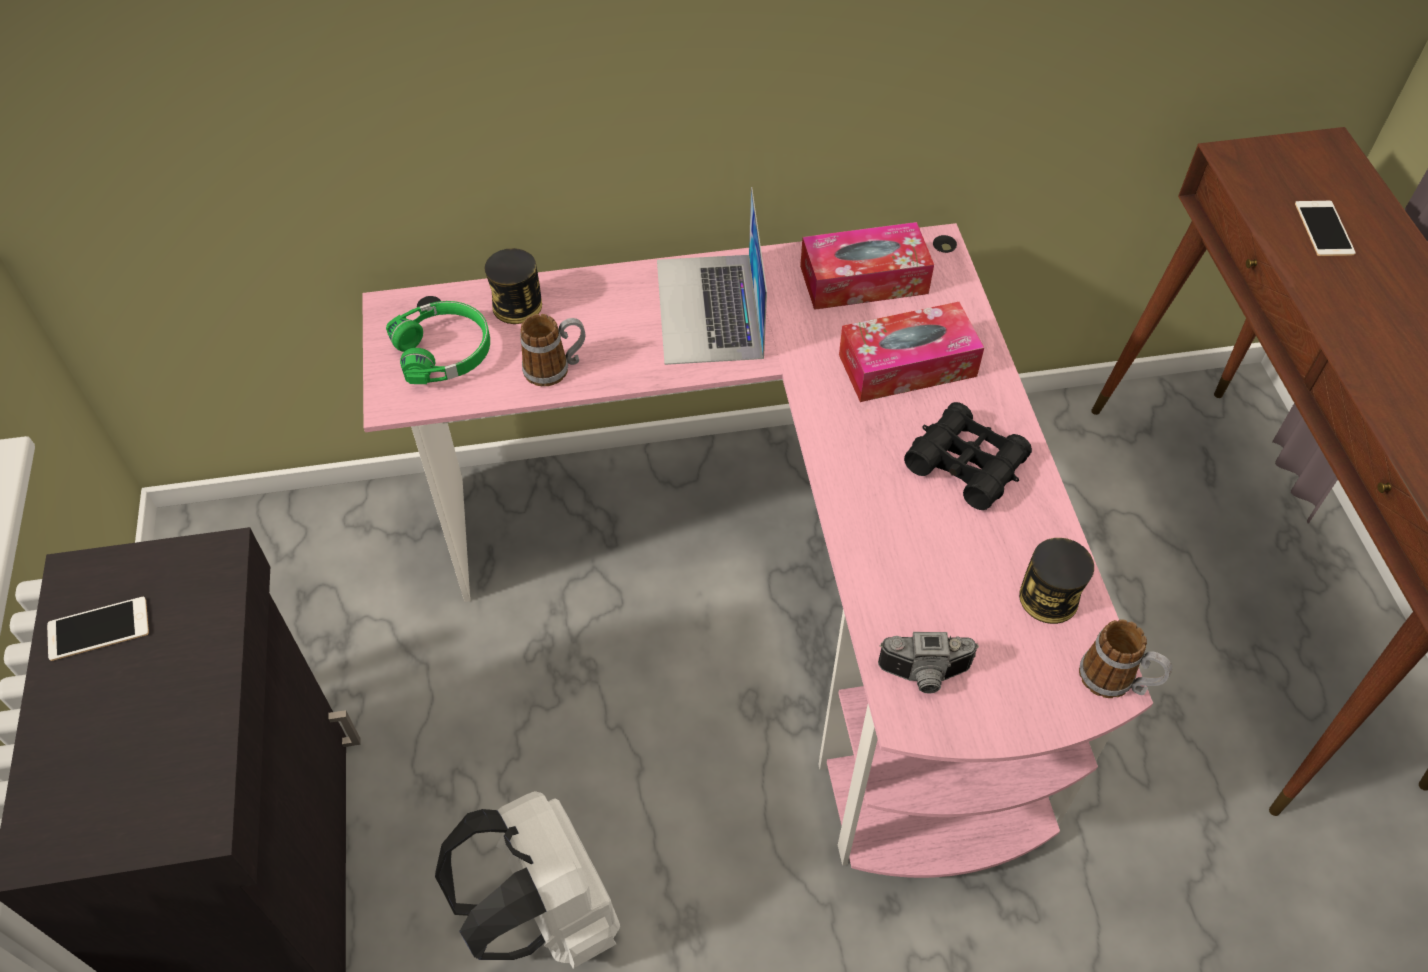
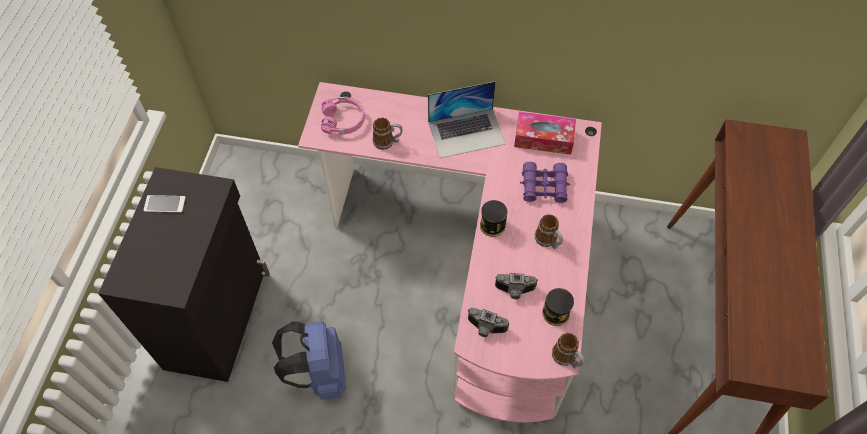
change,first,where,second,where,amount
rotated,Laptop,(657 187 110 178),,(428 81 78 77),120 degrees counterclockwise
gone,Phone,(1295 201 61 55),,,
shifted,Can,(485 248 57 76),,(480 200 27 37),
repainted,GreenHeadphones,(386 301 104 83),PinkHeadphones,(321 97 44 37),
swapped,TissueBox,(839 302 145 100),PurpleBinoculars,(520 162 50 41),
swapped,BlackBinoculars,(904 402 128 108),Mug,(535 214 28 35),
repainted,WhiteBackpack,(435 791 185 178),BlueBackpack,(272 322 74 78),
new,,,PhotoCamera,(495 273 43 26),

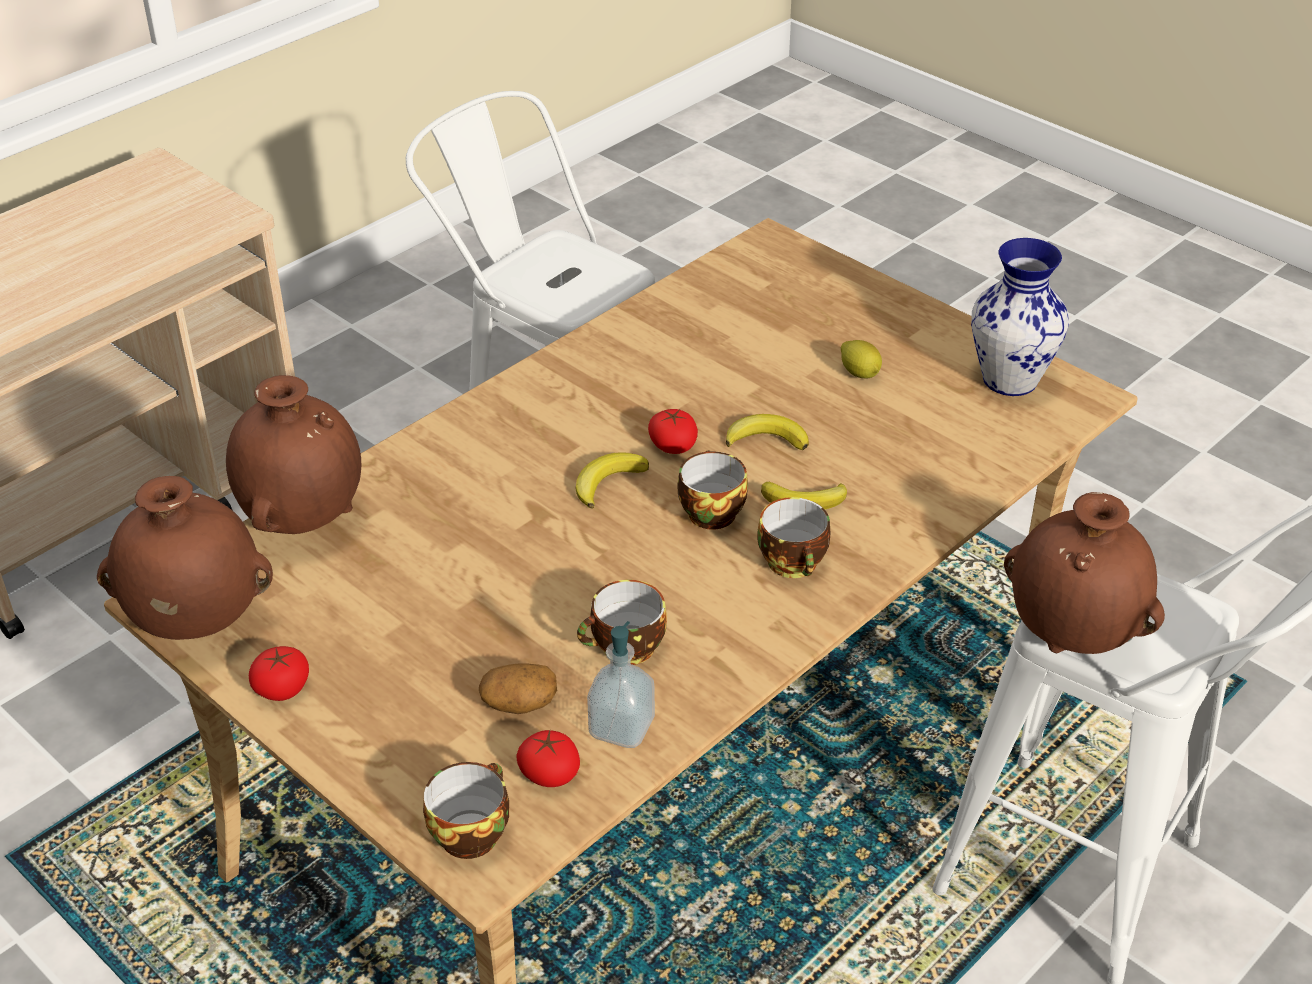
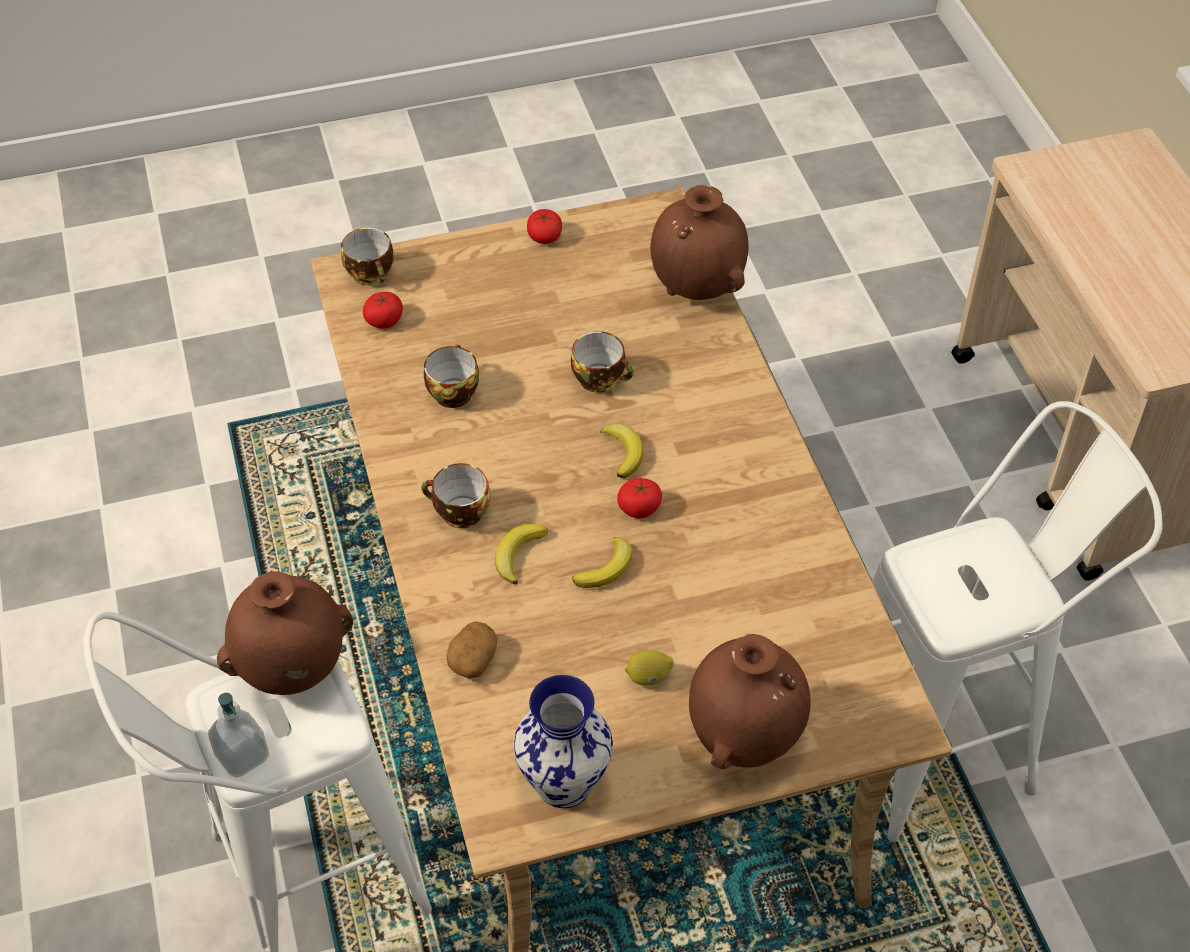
change,first,where,second,where,amount
shifted,Cup,(677 450 71 80),,(571 331 63 62),
shifted,BrownVase,(97 476 176 164),,(689 634 121 135),
shifted,SoapDispenser,(587 621 68 127),,(208 693 61 85),
shifted,Potato,(479 664 78 50),,(447 621 50 57),

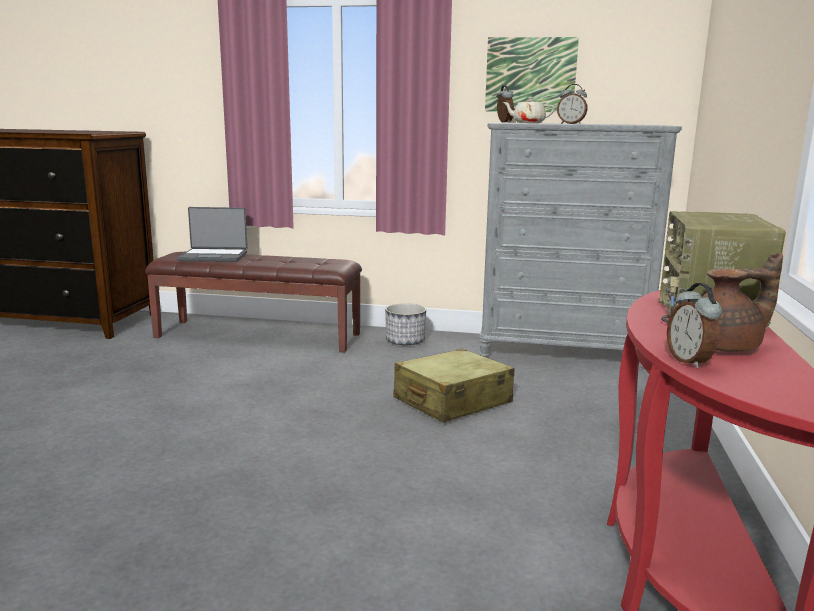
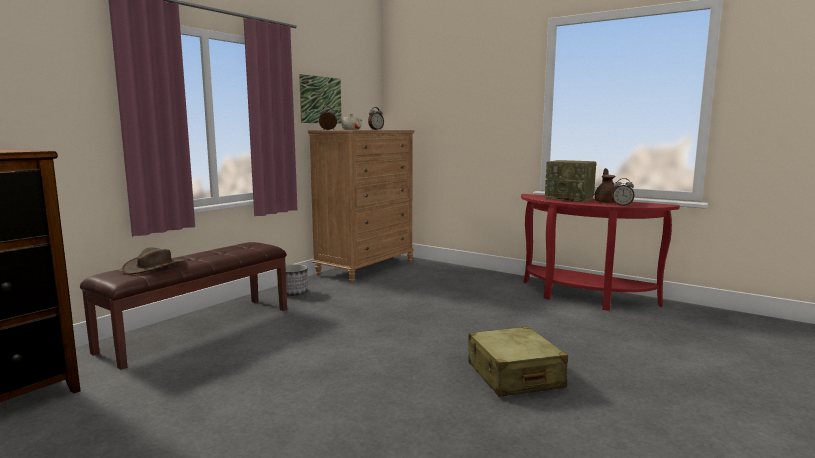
change,first,where,second,where,amount
repainted,GreyDresser,(479 122 203 250),BrownDresser,(308 130 107 153),
swapped,Laptop,(178 207 70 55),BrownHat,(122 247 64 27),
shifted,BeigeSuitcase,(394 348 120 75),,(468 326 100 71),

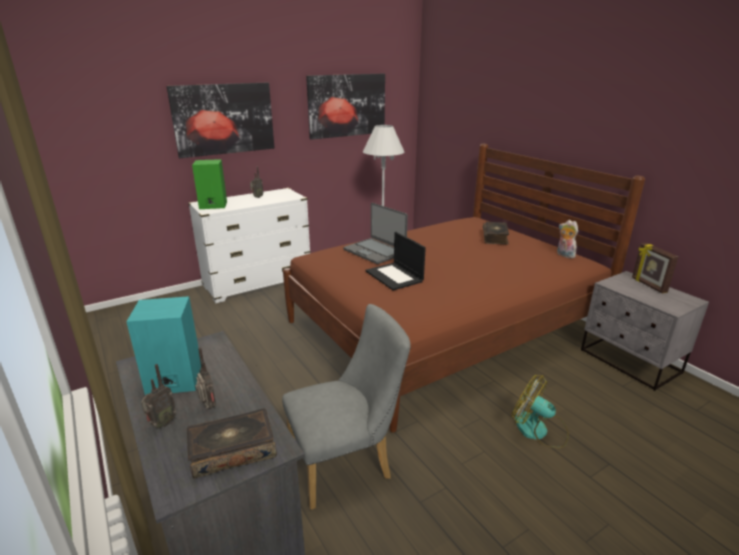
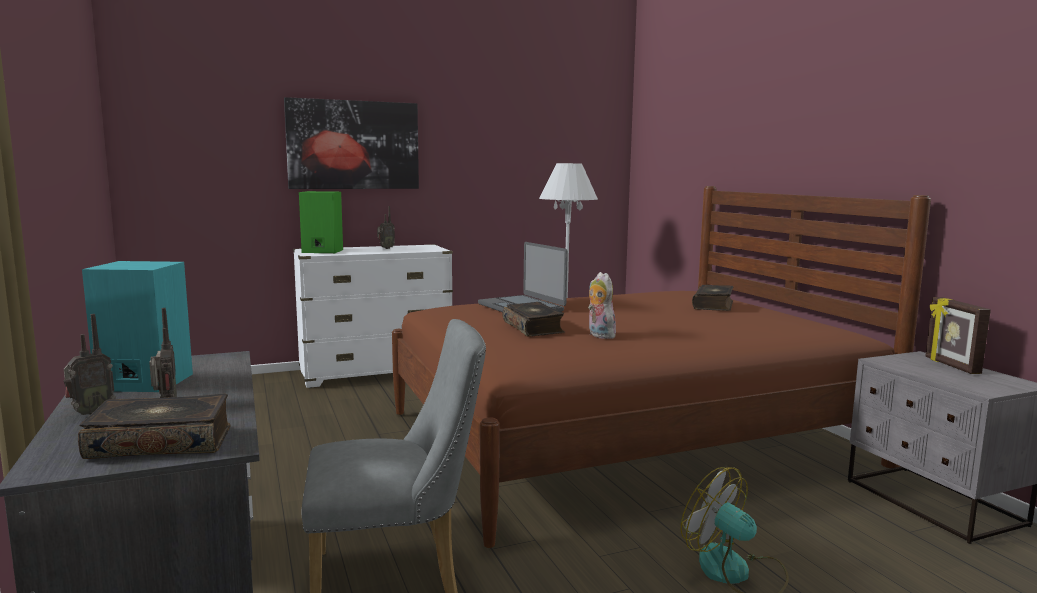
change,first,where,second,where,amount
gone,Picture,(306 74 79 66),,,
shifted,PlushToy,(557 220 21 38),,(588 272 29 67),
swapped,Laptop,(365 232 61 58),Book,(502 302 63 35),

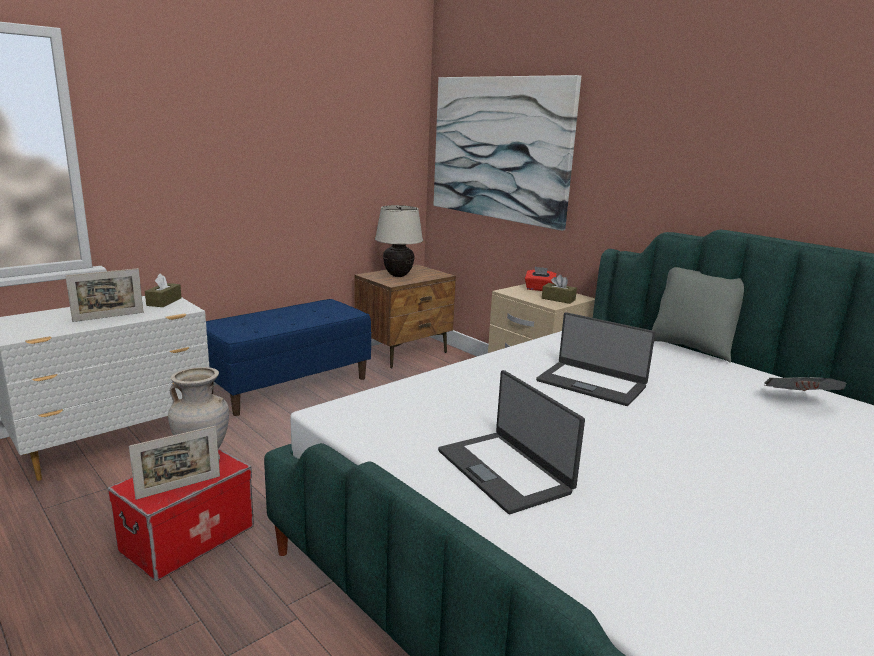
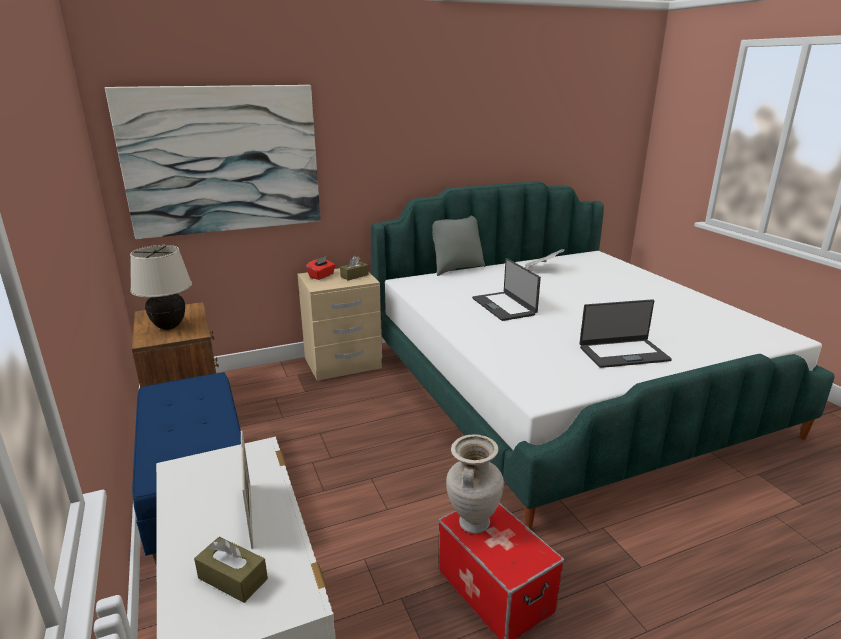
change,first,where,second,where,amount
shifted,BrownTissueBox,(145 273 37 34),,(194 537 74 66),
rotated,Laptop,(536 312 119 94),,(472 258 69 63),105 degrees clockwise
gone,PictureFrame,(129 426 91 74),,,

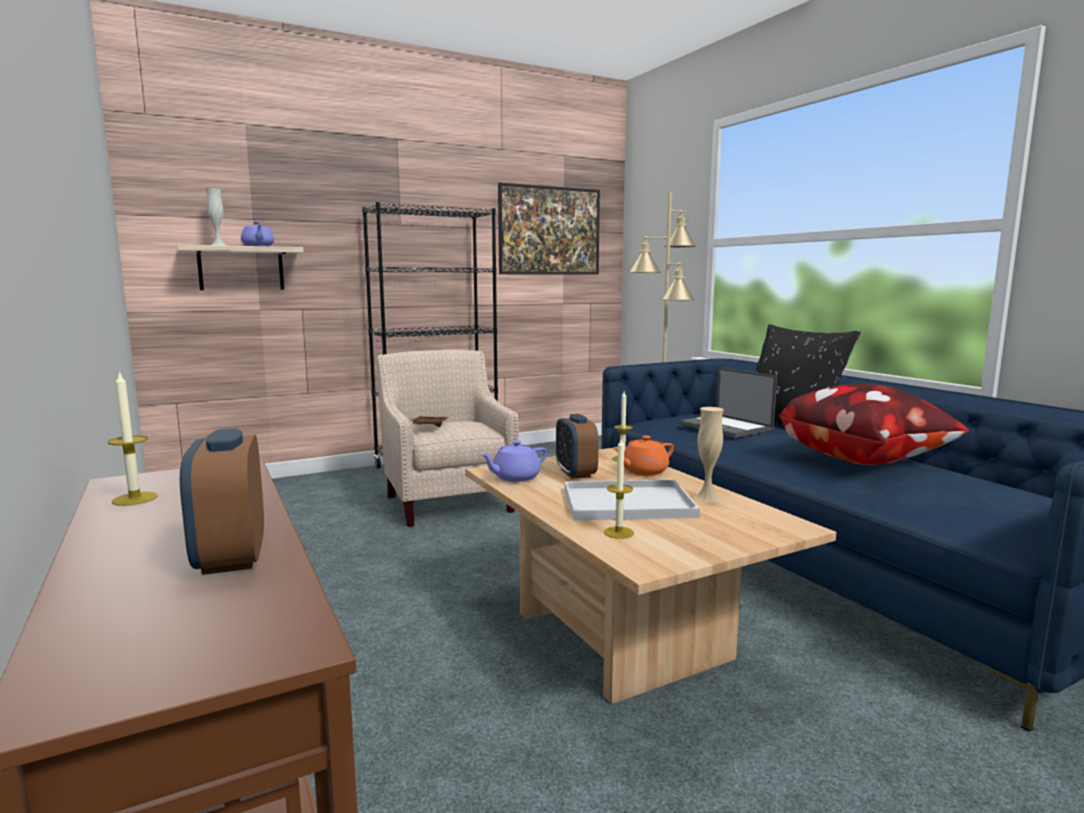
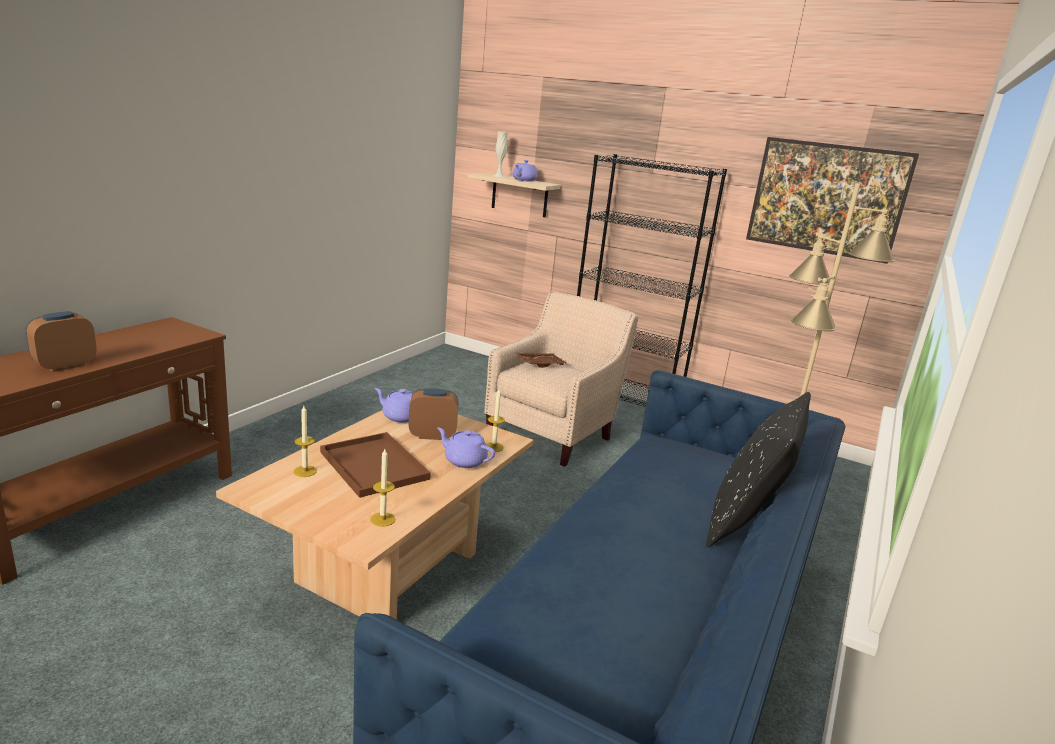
change,first,where,second,where,amount
gone,Laptop,(678 367 99 71),,,
shifted,Candle,(108 371 50 135),,(370 449 25 78),
gone,Pillow,(779 384 190 81),,,
gone,BeigeVase,(694 407 30 96),,,
rotated,AlarmClock,(556 414 43 65),,(409 389 49 51),45 degrees clockwise
repainted,OrangeTeapot,(613 435 61 41),PurpleTeapot,(437 427 58 41),
repainted,WhiteTray,(565 480 135 40),BrownTray,(320 432 111 66),

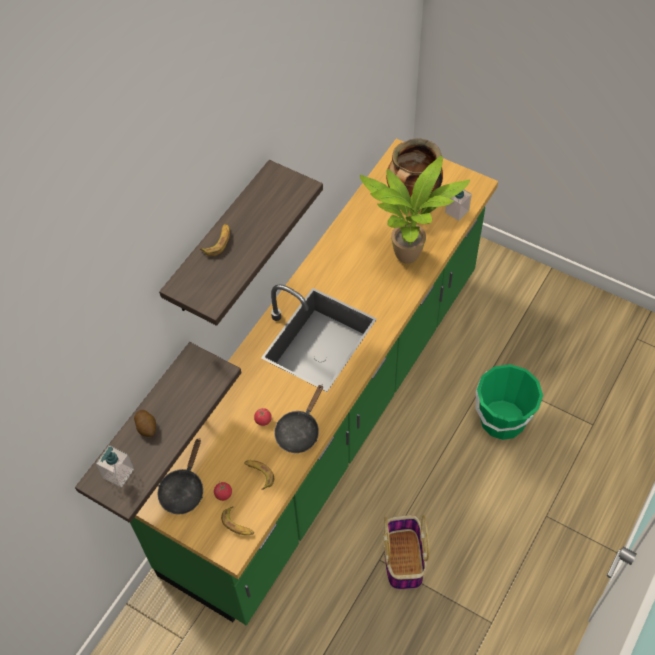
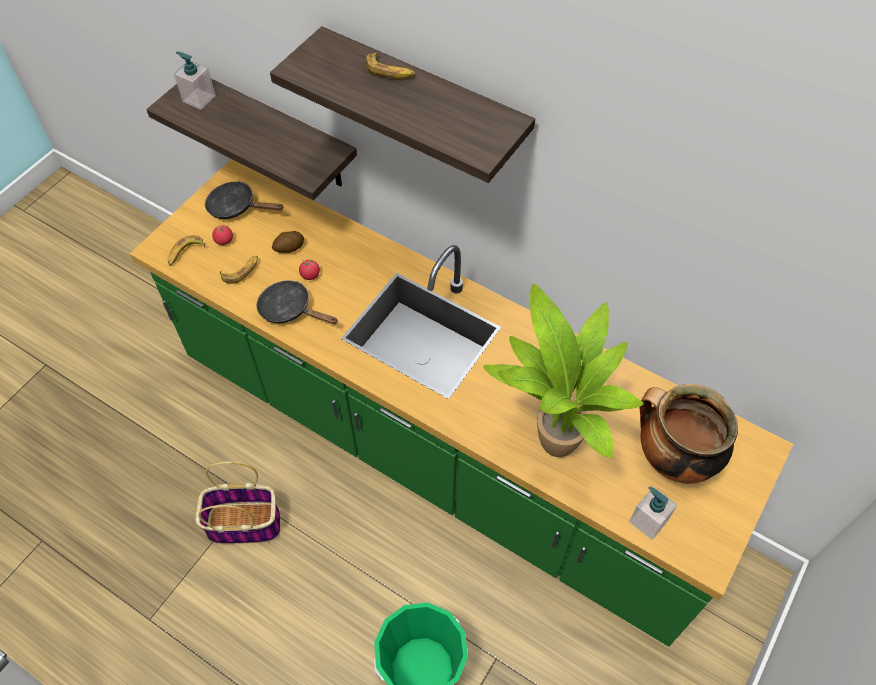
change,first,where,second,where,amount
shifted,Potato,(134 410 22 27),,(272 231 32 22),

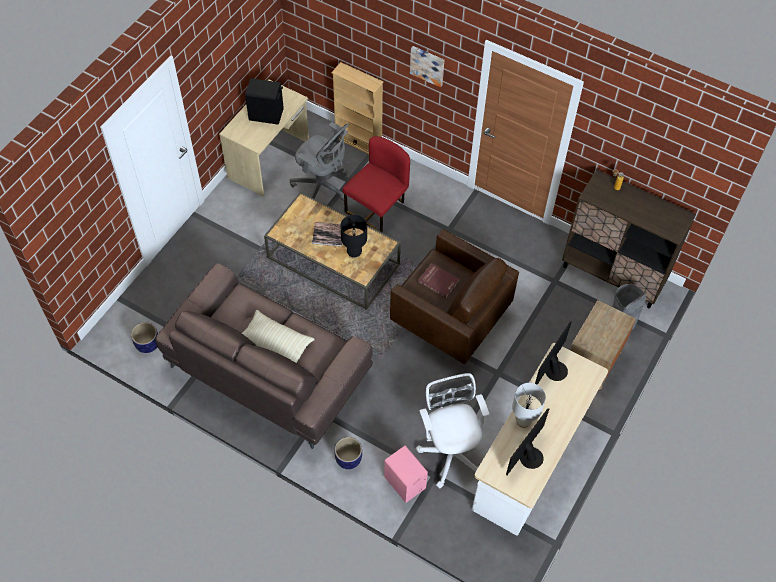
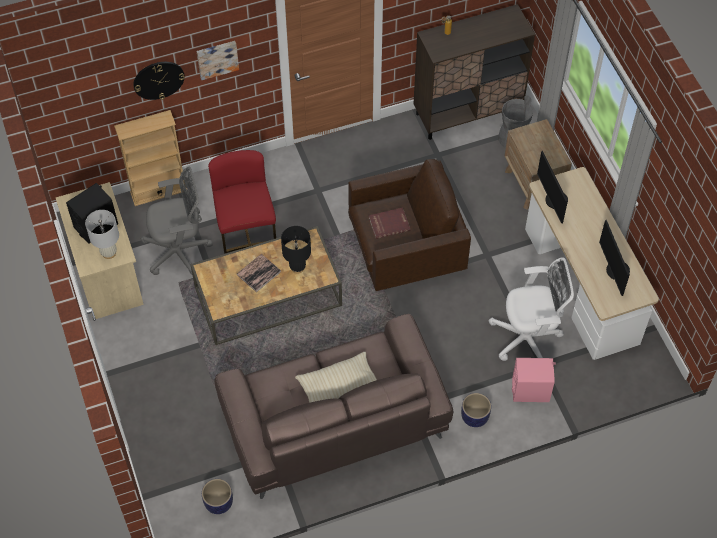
change,first,where,second,where,amount
rotated,WhiteOfficeChair,(416 373 73 116),,(488 257 86 104),150 degrees clockwise
shifted,WhiteTableLamp,(512 383 34 45),,(85 210 34 49),
new,,,WallClock,(133 62 52 38),

